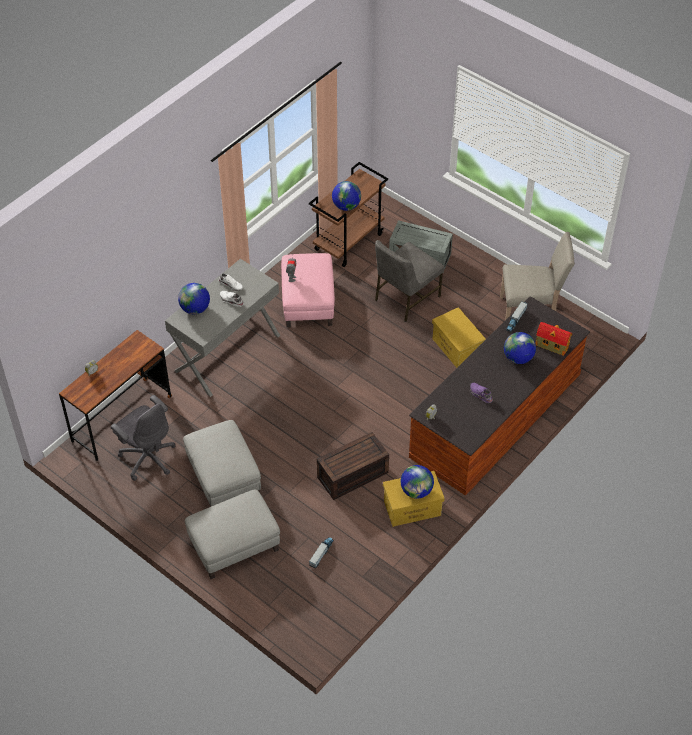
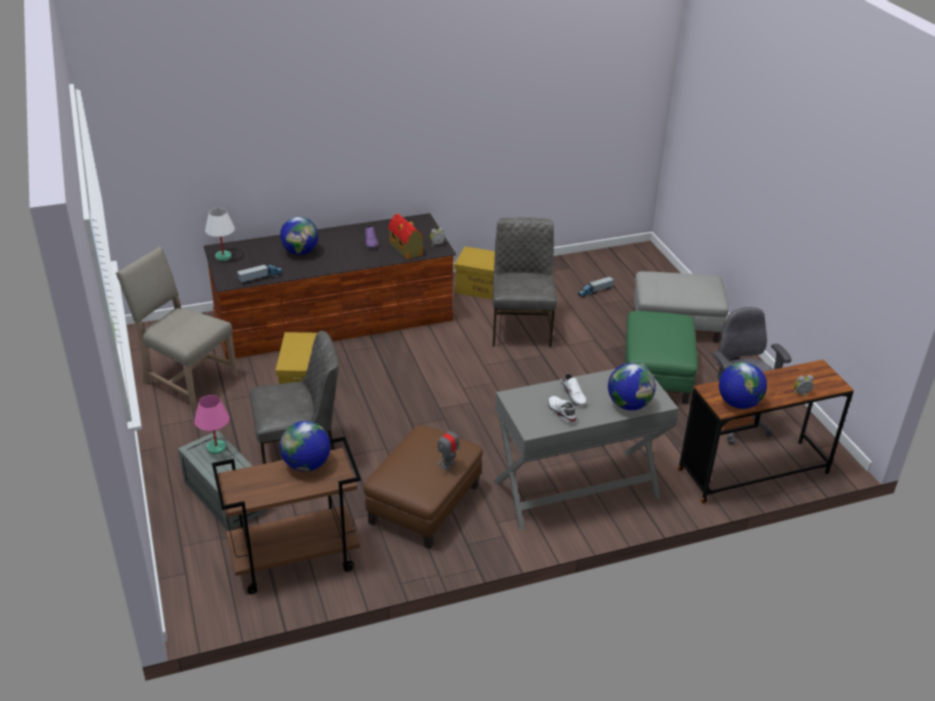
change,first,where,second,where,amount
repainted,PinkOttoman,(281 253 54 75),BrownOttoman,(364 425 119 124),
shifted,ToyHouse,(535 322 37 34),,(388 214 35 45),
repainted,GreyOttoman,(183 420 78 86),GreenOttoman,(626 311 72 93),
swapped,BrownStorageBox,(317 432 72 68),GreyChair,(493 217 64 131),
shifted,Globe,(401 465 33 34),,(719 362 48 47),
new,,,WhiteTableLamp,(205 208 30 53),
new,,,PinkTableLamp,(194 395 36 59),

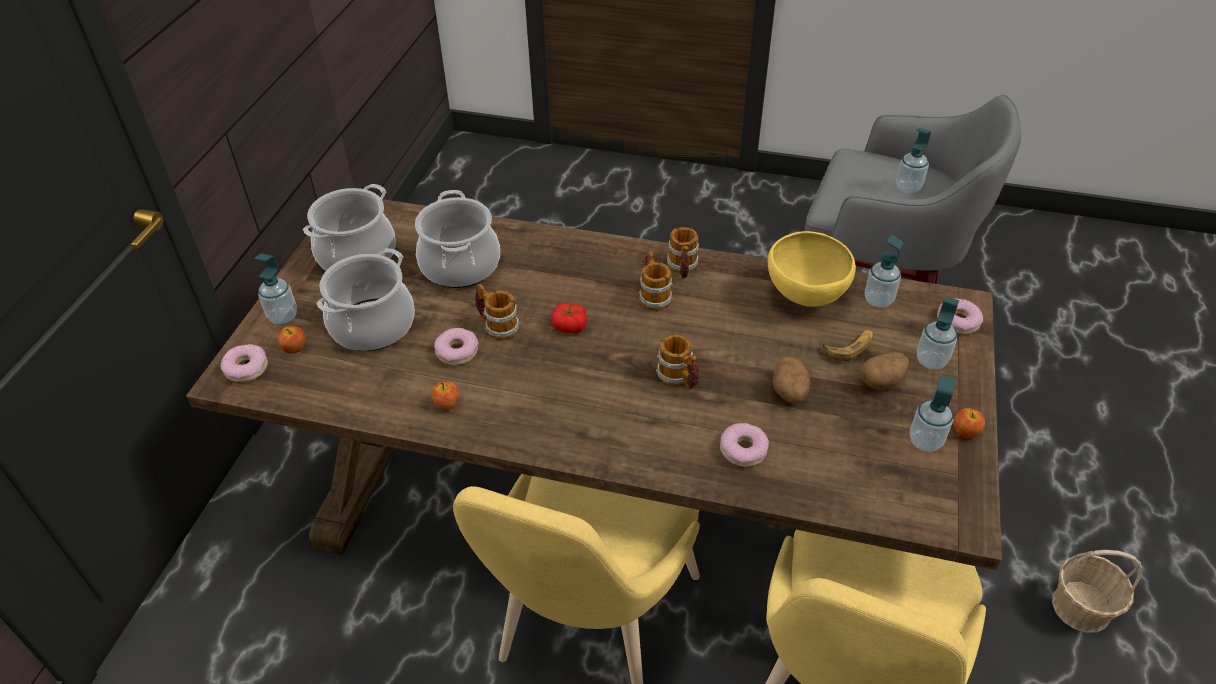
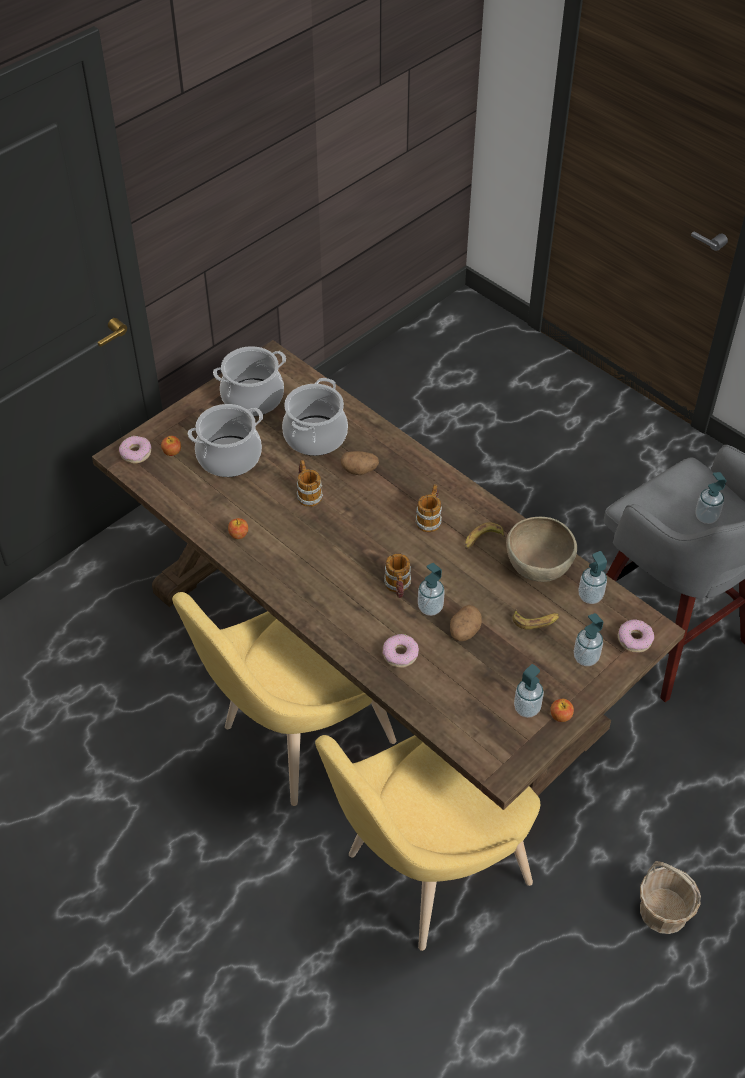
change,first,where,second,where,amount
gone,Mug,(667 227 32 52),,,
repainted,YellowBowl,(768 231 88 76),BrownBowl,(506 517 71 65),
shifted,SoapDispenser,(255 254 42 70),,(418 563 27 53),
gone,Tomato,(551 303 36 30),,,
gone,Donut,(434 328 45 37),,,
shifted,Potato,(860 352 49 38),,(341 451 38 24),
new,,,Banana,(465 522 40 27),

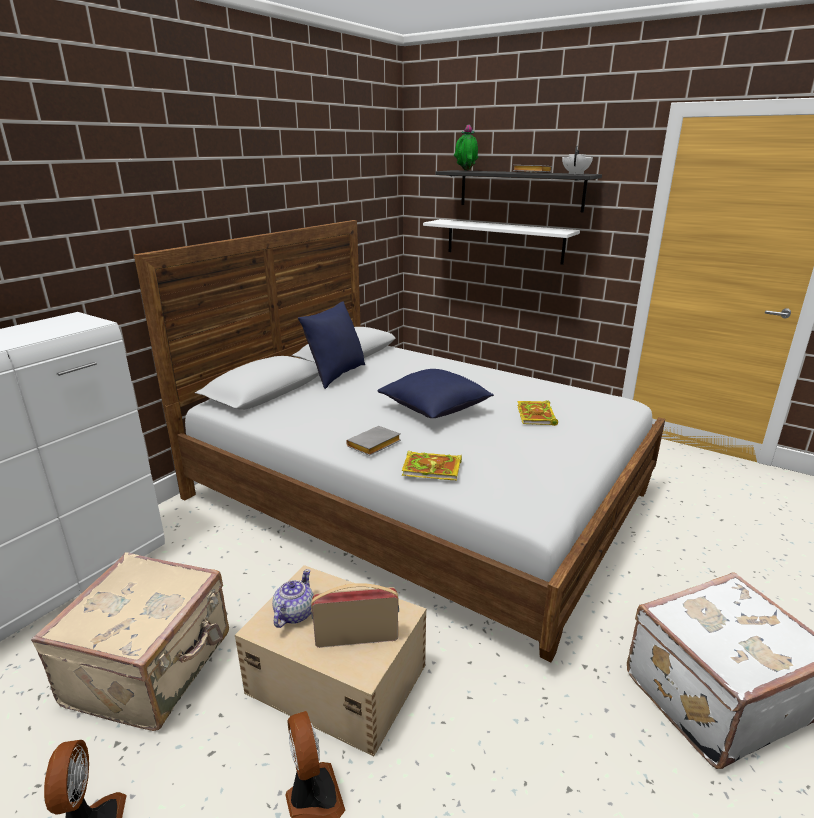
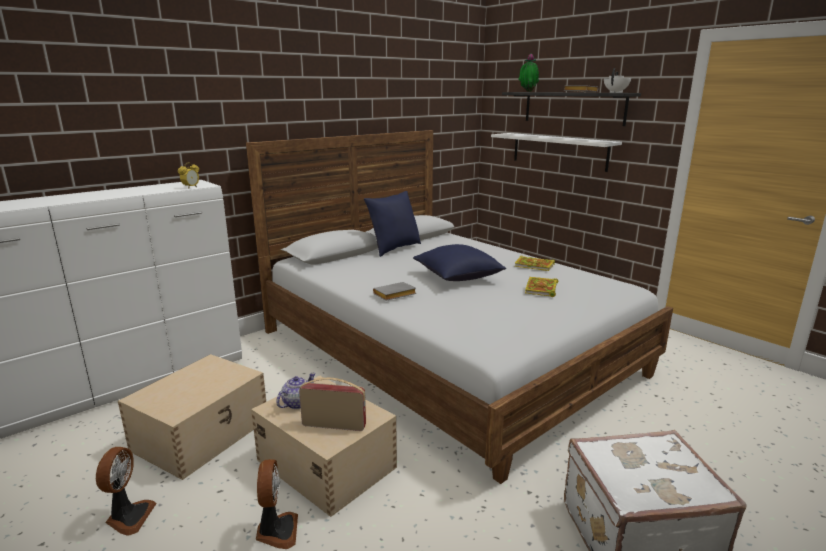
change,first,where,second,where,amount
shifted,Book,(402 451 60 29),,(515 256 40 15),
swapped,BeigeSuitcase,(31 552 198 179),BeigeStorageBox,(118 354 148 126),
new,,,AlarmClock,(178 162 21 27),

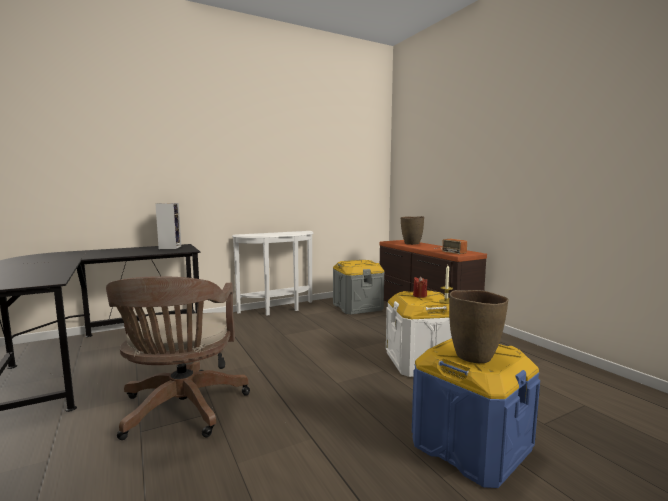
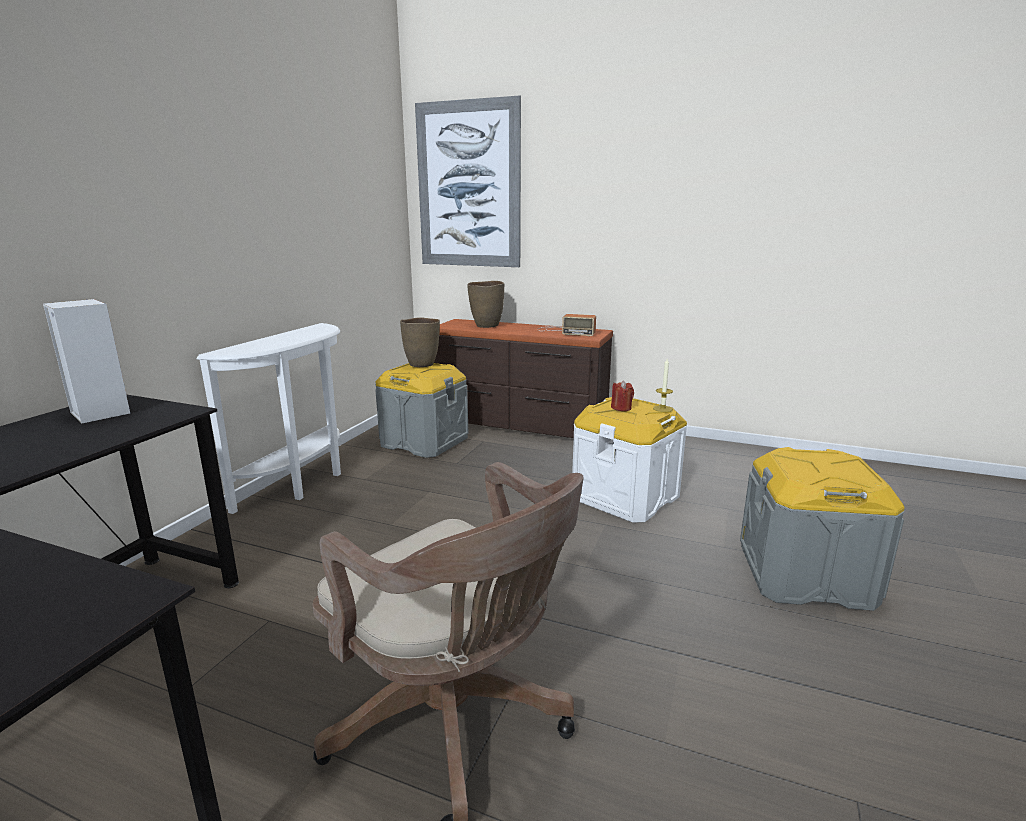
change,first,where,second,where,amount
shifted,BrownVase,(449 290 59 73),,(400 317 40 50),
repainted,BlueStorageBox,(412 338 128 150),GreyStorageBox,(740 447 164 164),
new,,,Picture,(415 95 106 172),

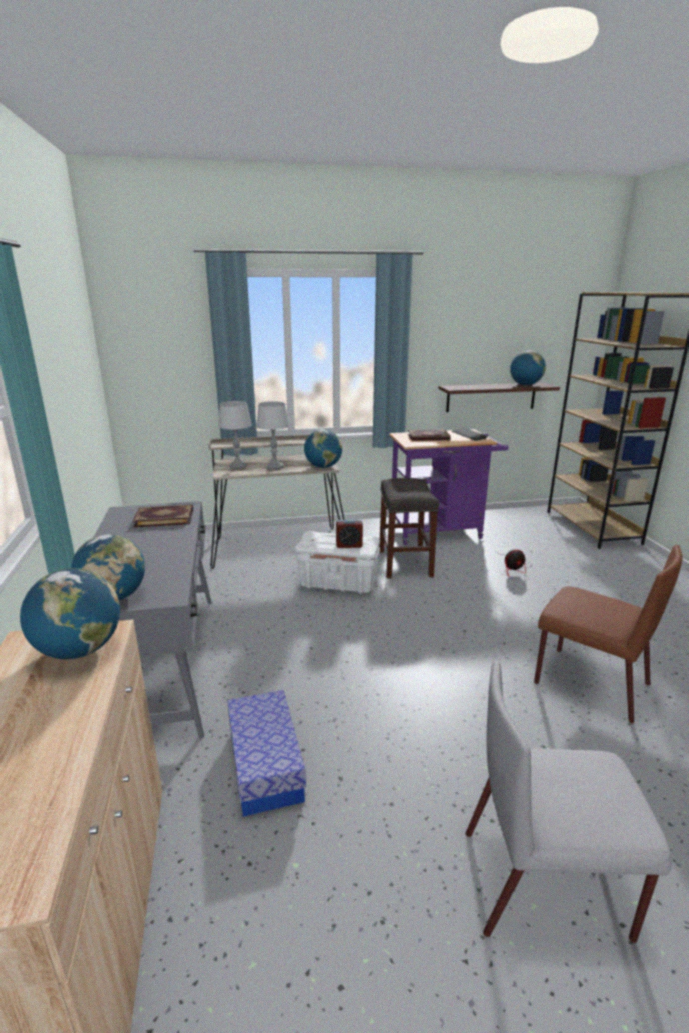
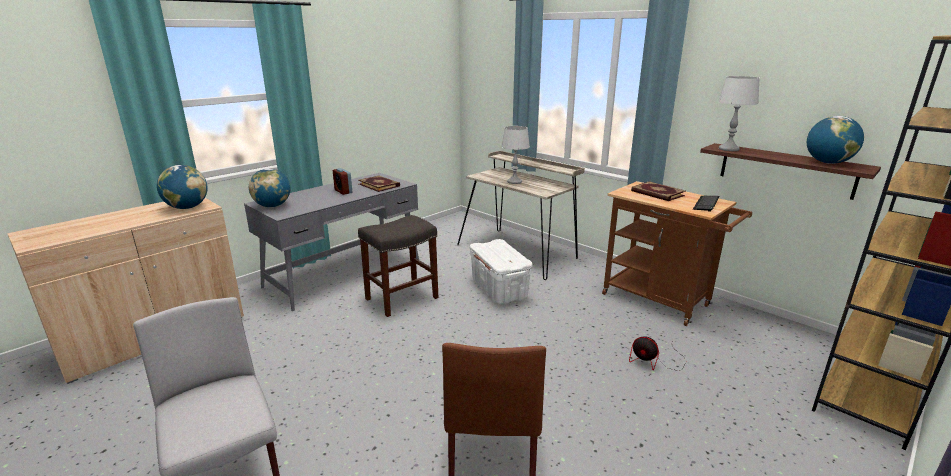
change,first,where,second,where,amount
shifted,GreyTableLamp,(218 401 34 68),,(718 76 42 75),
gone,Globe,(304 429 38 39),,,
repainted,PurpleCart,(389 429 119 116),BrownCart,(602 181 150 145),
shifted,GreyStool,(379 478 60 100),,(358 215 81 102),
shifted,AlarmClock,(336 519 27 29),,(333 168 19 27),
gone,StorageBox,(227 690 79 127),,,

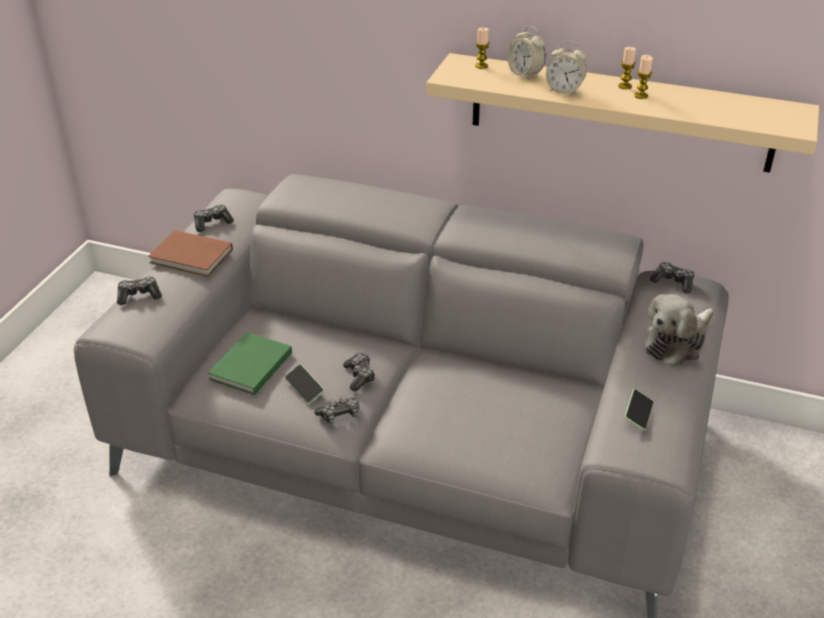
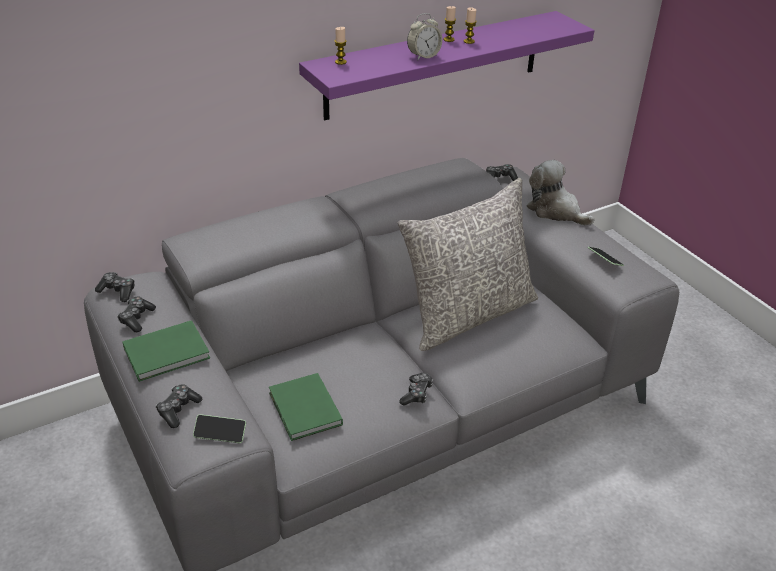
change,first,where,second,where,amount
gone,AlarmClock,(507 26 39 54),,,
repainted,BeigeShelf,(426 53 393 120),PurpleShelf,(299 11 295 109),
repainted,BrownBook,(148 230 85 47),GreenBook,(122 320 88 62),
rotated,PlushToy,(644 294 70 73),,(526 160 69 66),135 degrees clockwise
shifted,GameController,(343 353 32 38),,(95 272 40 30),
shifted,Phone,(285 364 39 40),,(193 414 53 29),
new,,,GreyPillow,(398 178 140 173),

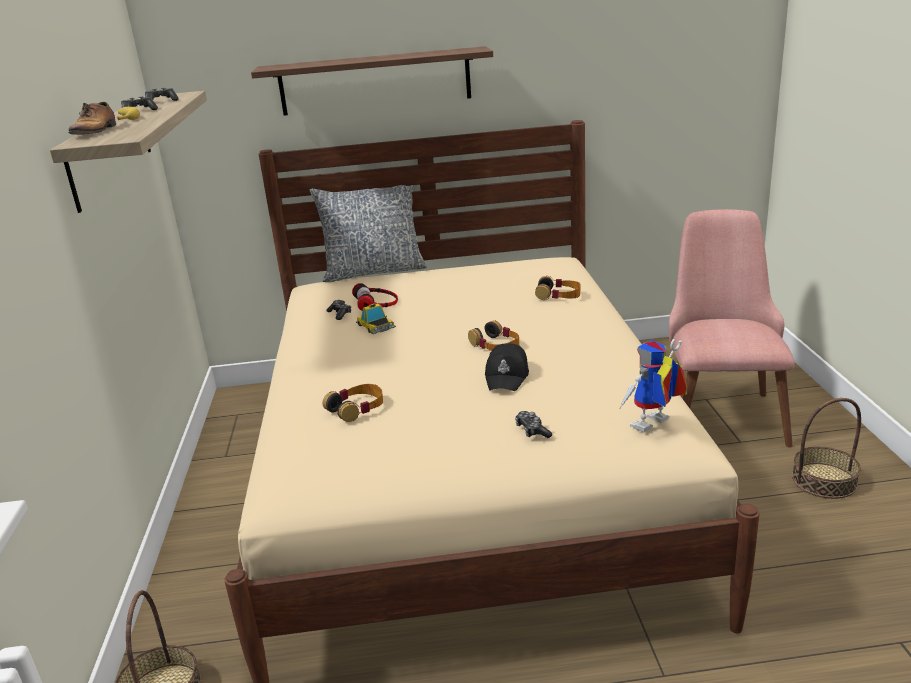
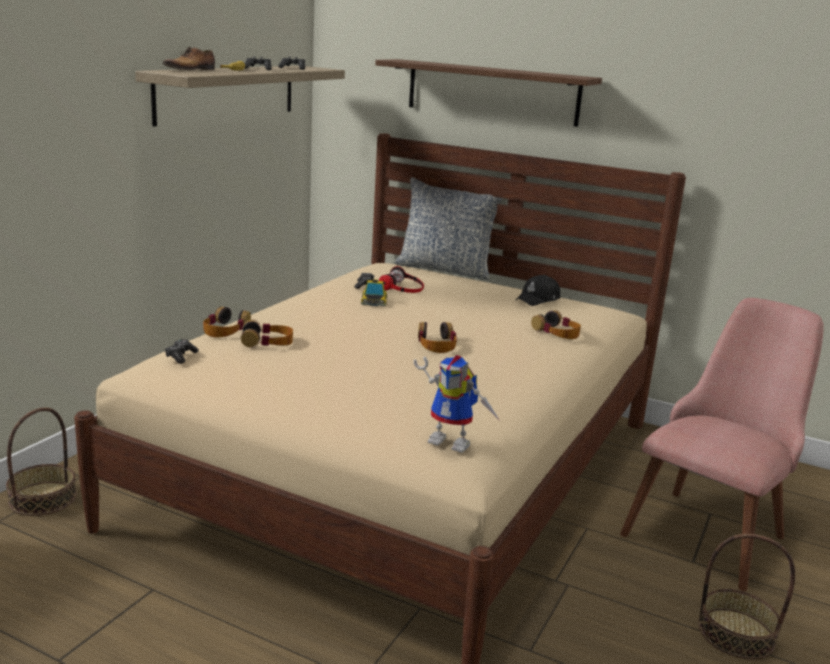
change,first,where,second,where,amount
rotated,ToyRobot,(619 339 69 93),,(414 355 86 98),150 degrees counterclockwise
shifted,BlackCap,(485 343 44 48),,(515 275 45 31),
shifted,GameController,(515 411 37 27),,(165 339 34 25),
new,,,Headphones,(203 307 48 30),

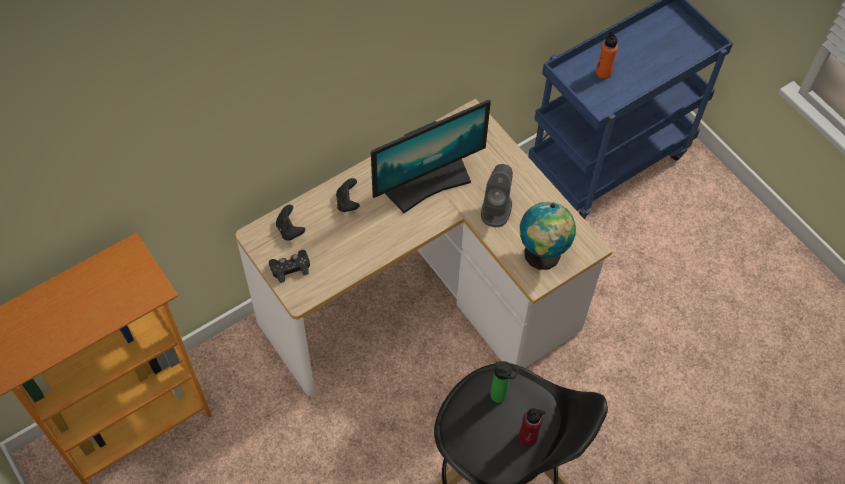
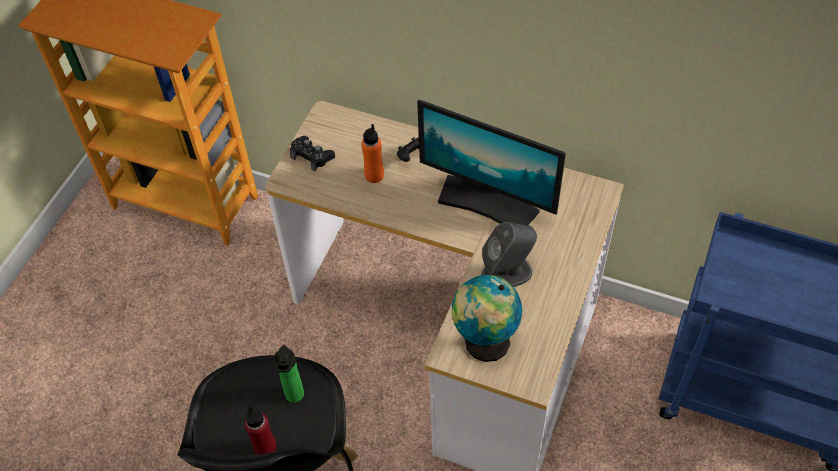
change,first,where,second,where,amount
shifted,OrangeBottle,(596 31 22 48),,(361 124 23 59),
gone,BlackGameController,(276 205 29 35),,,

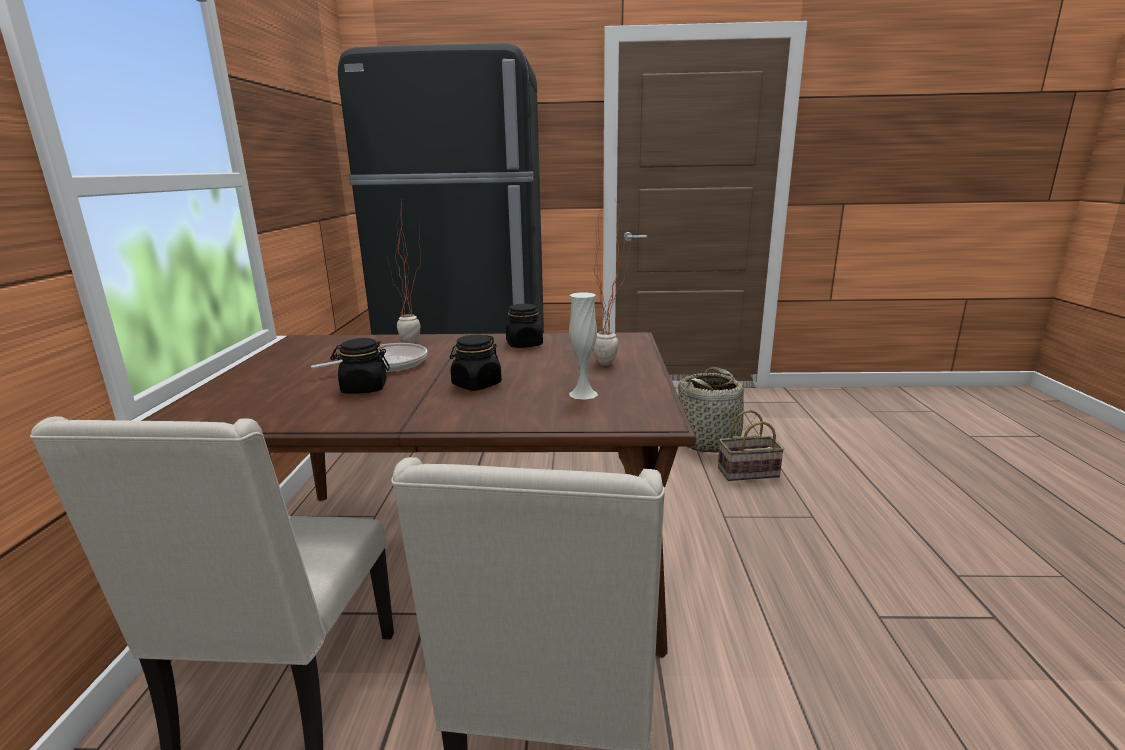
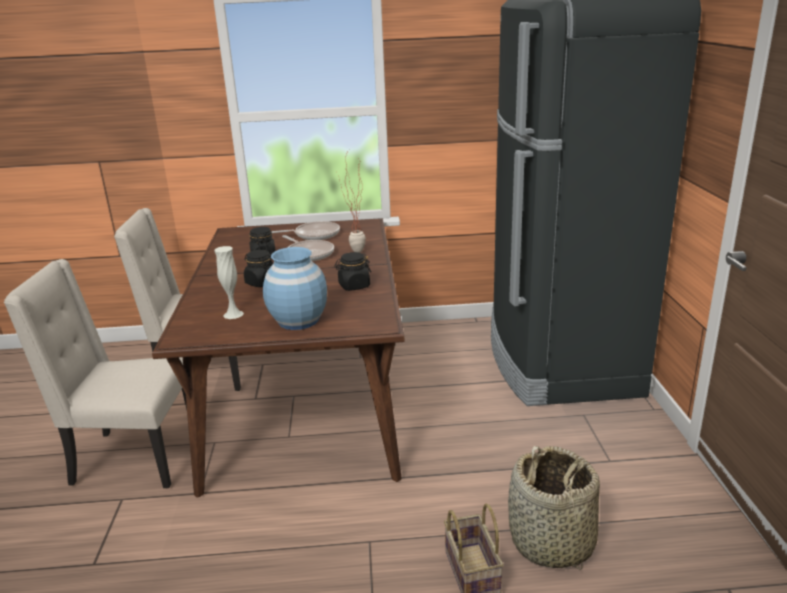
change,first,where,second,where,amount
swapped,PottedPlant,(593 198 40 168),BlueVase,(263 247 64 83),
new,,,FryingPan,(271 221 69 19),

